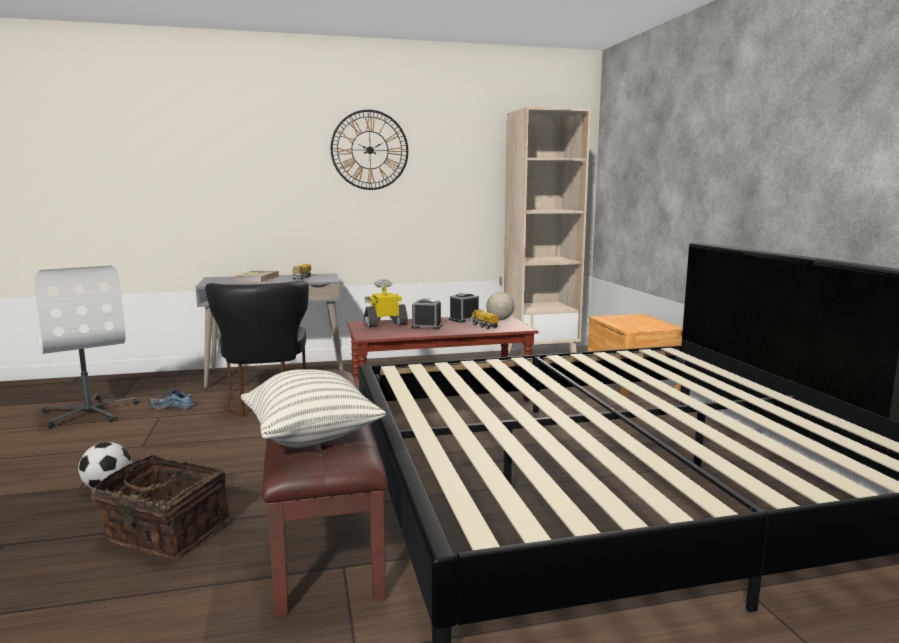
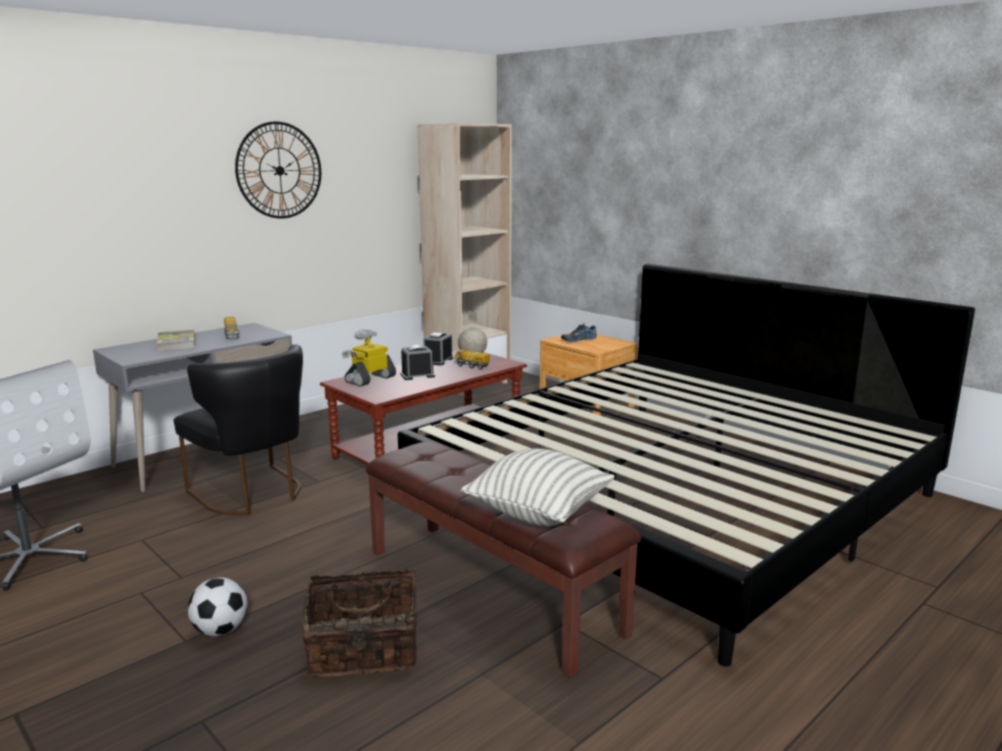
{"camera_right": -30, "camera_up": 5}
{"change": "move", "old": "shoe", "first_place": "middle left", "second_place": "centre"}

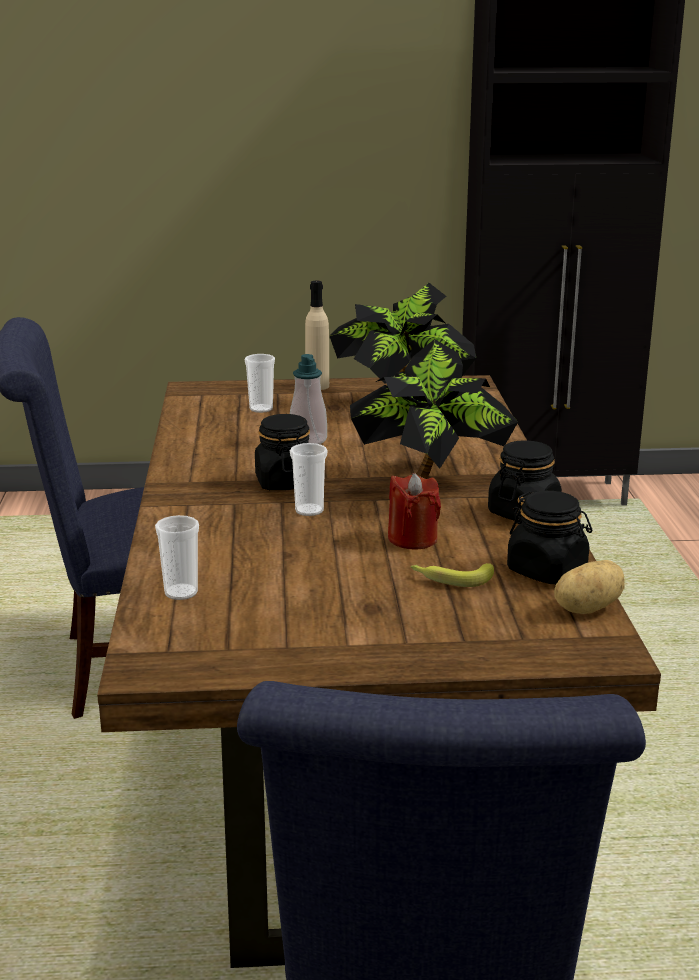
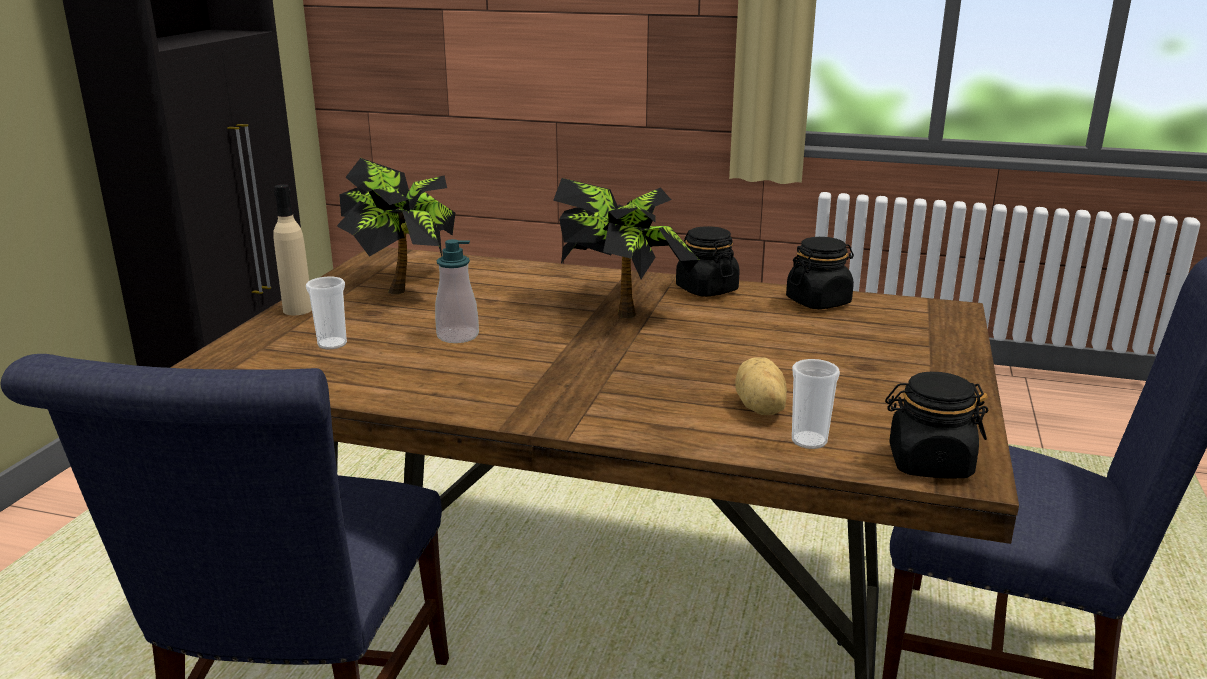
{"camera_right": -70, "camera_up": 0}
{"change": "move", "old": "black jar (1st from left in the first image)", "new": "black jar (3rd from left)", "first_place": "centre", "second_place": "middle right"}
{"change": "delete", "old": "cup (3rd from left)", "first_place": "centre"}
{"change": "delete", "old": "red candle", "first_place": "centre"}
{"change": "delete", "old": "banana", "first_place": "centre"}
{"change": "move", "old": "potato", "first_place": "middle right", "second_place": "centre"}

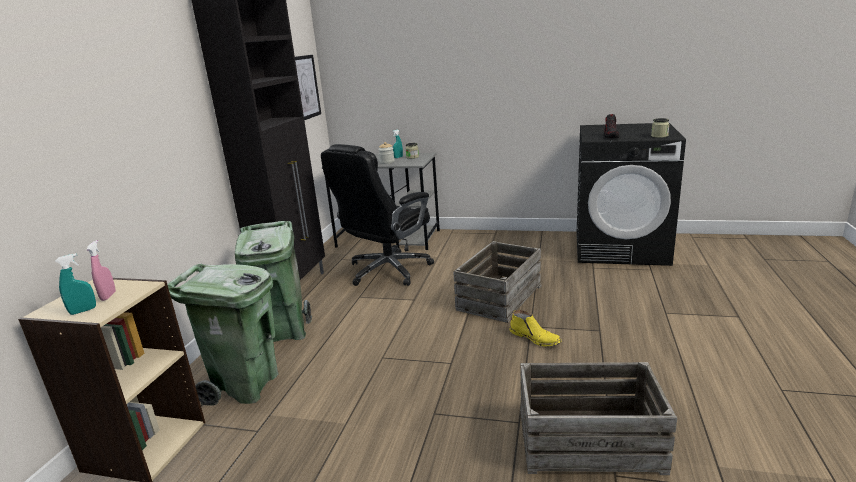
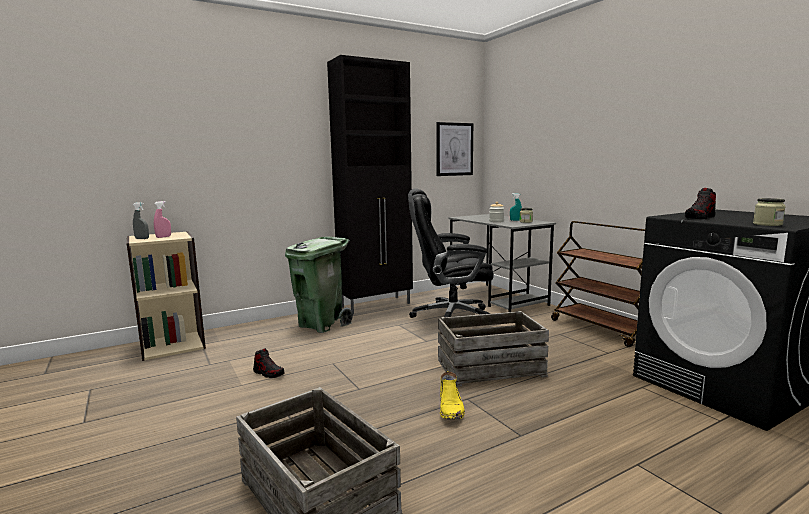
{"camera_right": 45, "camera_up": -10}
{"change": "recolor", "old": "turquoise spray bottle (1st from left)", "new": "grey spray bottle", "first_place": "middle left", "second_place": "middle left"}
{"change": "delete", "old": "green trash can (1st from left)", "first_place": "bottom left"}
{"change": "insert", "new": "shoe (1st from left)", "second_place": "bottom left"}
{"change": "insert", "new": "brown cart", "second_place": "middle right"}

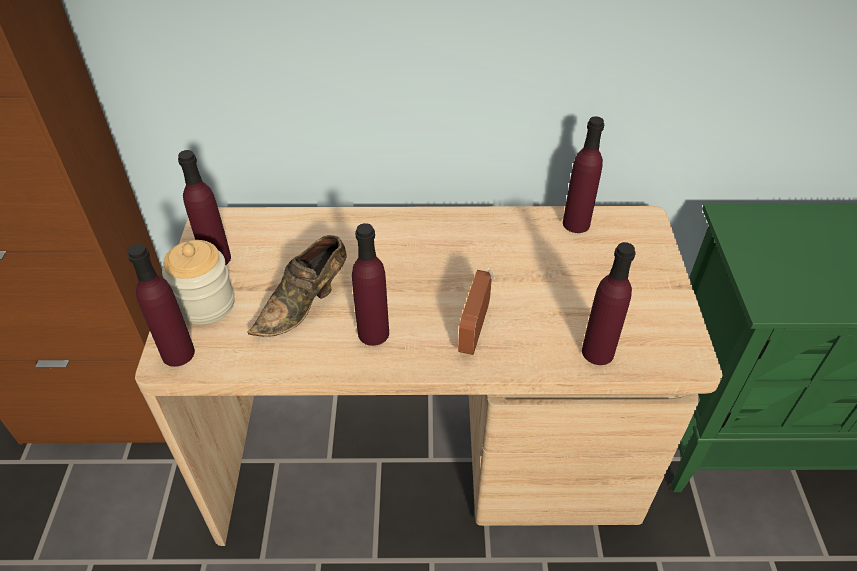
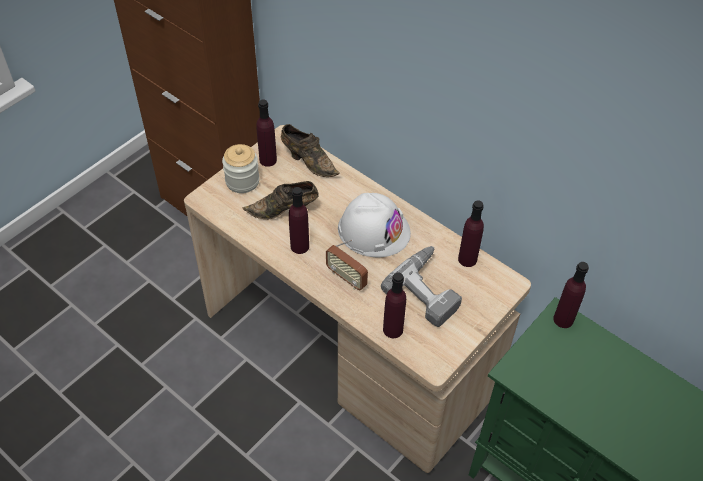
{"camera_right": 40, "camera_up": 5}
{"change": "move", "old": "purple bottle (1st from left in the first image)", "new": "purple bottle (5th from left)", "first_place": "middle left", "second_place": "middle right"}
{"change": "rotate", "old": "radio", "first_place": "centre", "second_place": "centre", "degrees": -105}
{"change": "insert", "new": "brown shoe (2nd from left)", "second_place": "top centre"}
{"change": "insert", "new": "white hard hat", "second_place": "centre"}
{"change": "insert", "new": "power drill", "second_place": "centre"}

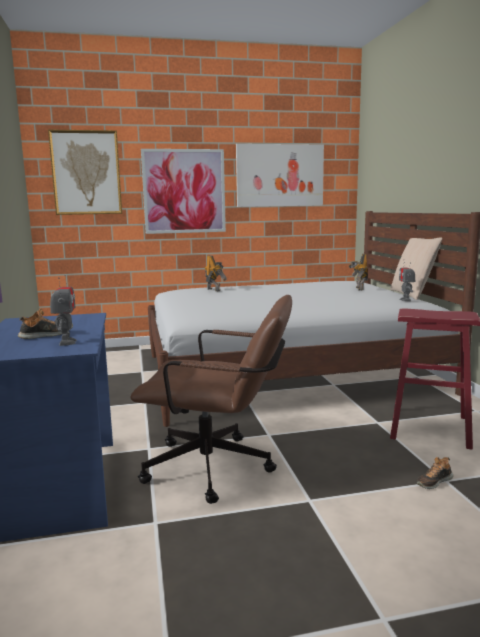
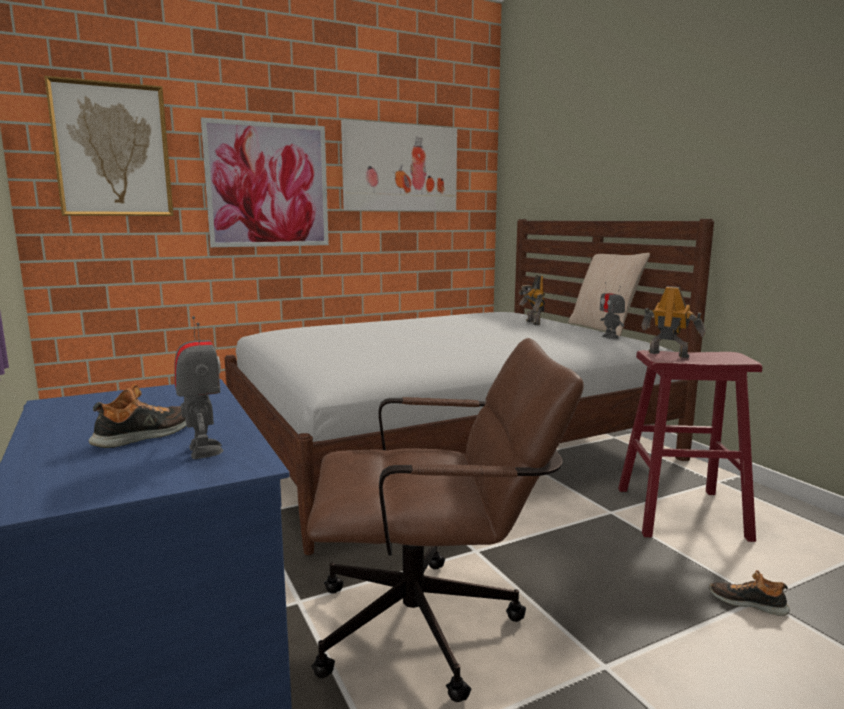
{"camera_right": -15, "camera_up": 0}
{"change": "move", "old": "toy robot (2nd from left in the first image)", "new": "toy robot (4th from left)", "first_place": "centre", "second_place": "middle right"}
{"change": "rotate", "old": "shoe (2nd from left)", "first_place": "bottom right", "second_place": "bottom right", "degrees": 75}

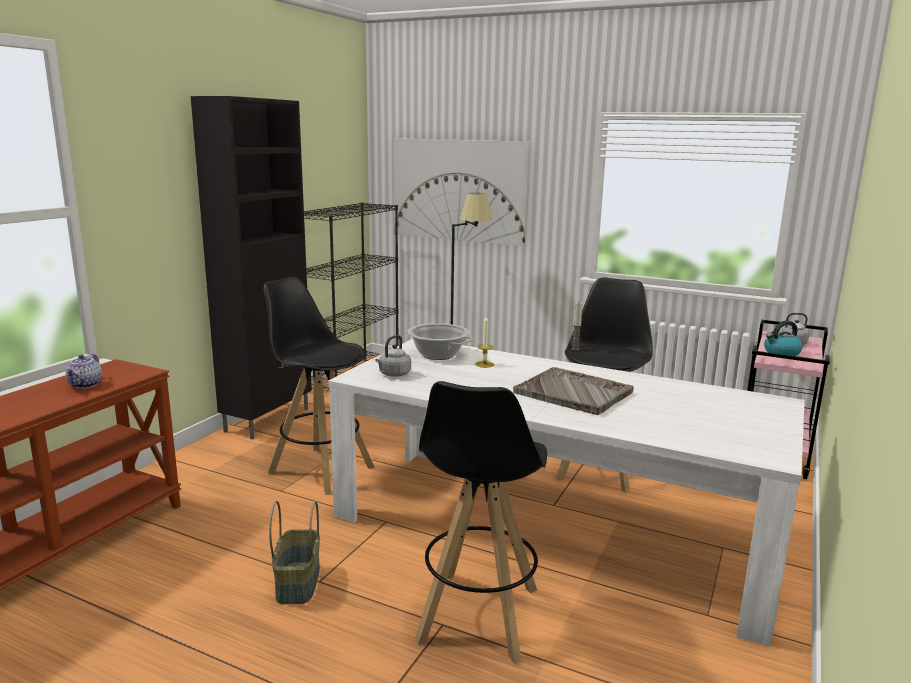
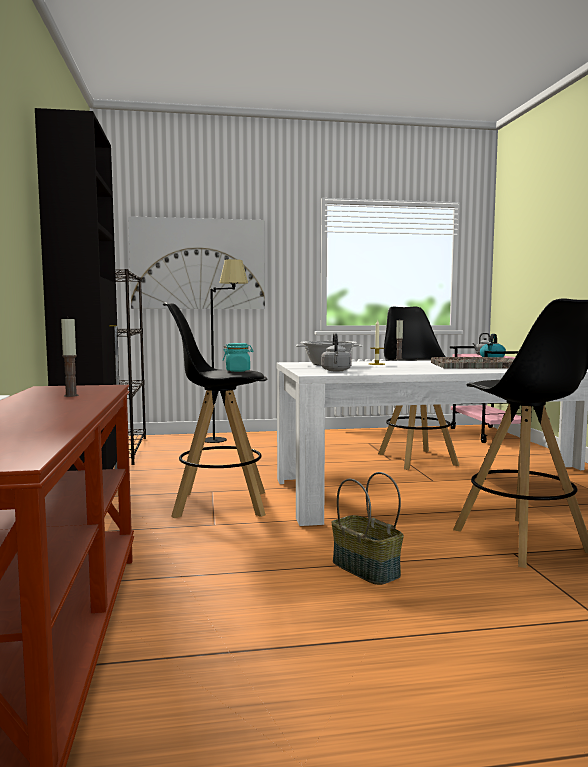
{"camera_right": -35, "camera_up": -10}
{"change": "replace", "old": "teapot", "new": "candle (1st from left)", "first_place": "middle left", "second_place": "middle left"}
{"change": "insert", "new": "turquoise jar", "second_place": "centre"}

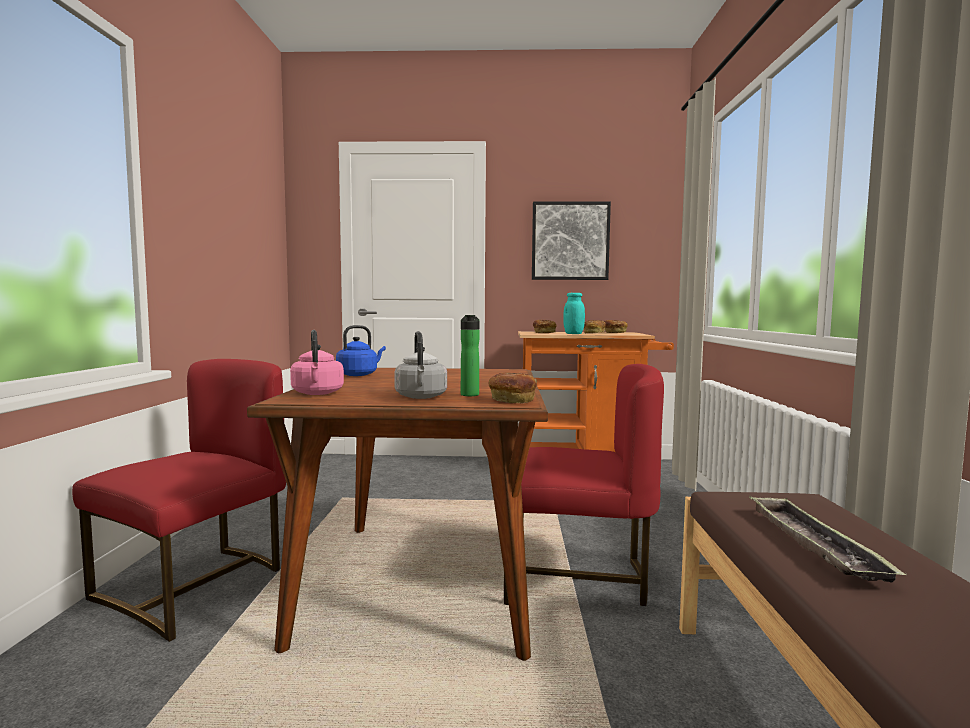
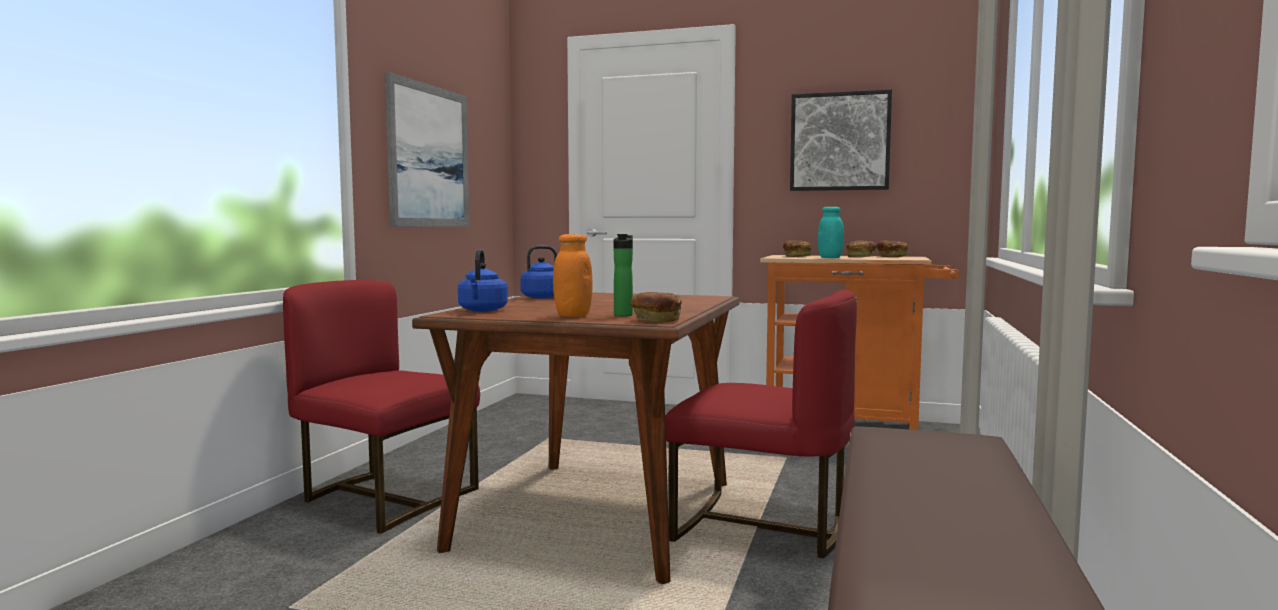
{"camera_right": 15, "camera_up": 0}
{"change": "rotate", "old": "red chair (1st from left)", "first_place": "bottom left", "second_place": "bottom left", "degrees": -105}
{"change": "recolor", "old": "pink kettle", "new": "blue kettle (1st from left)", "first_place": "middle left", "second_place": "centre"}
{"change": "replace", "old": "grey kettle", "new": "orange jar", "first_place": "centre", "second_place": "centre"}
{"change": "delete", "old": "tray", "first_place": "bottom right"}
{"change": "insert", "new": "picture (1st from left)", "second_place": "top centre"}

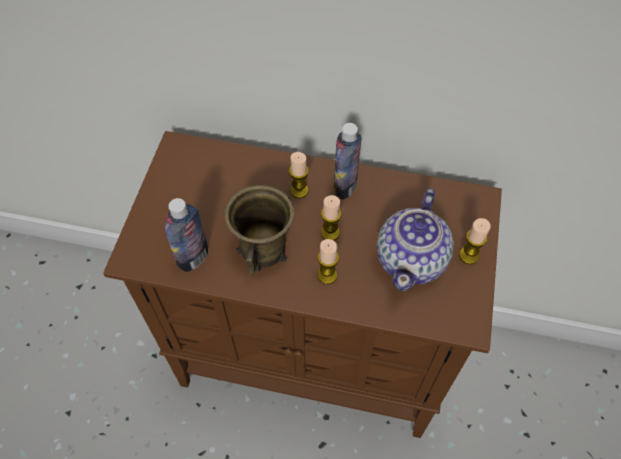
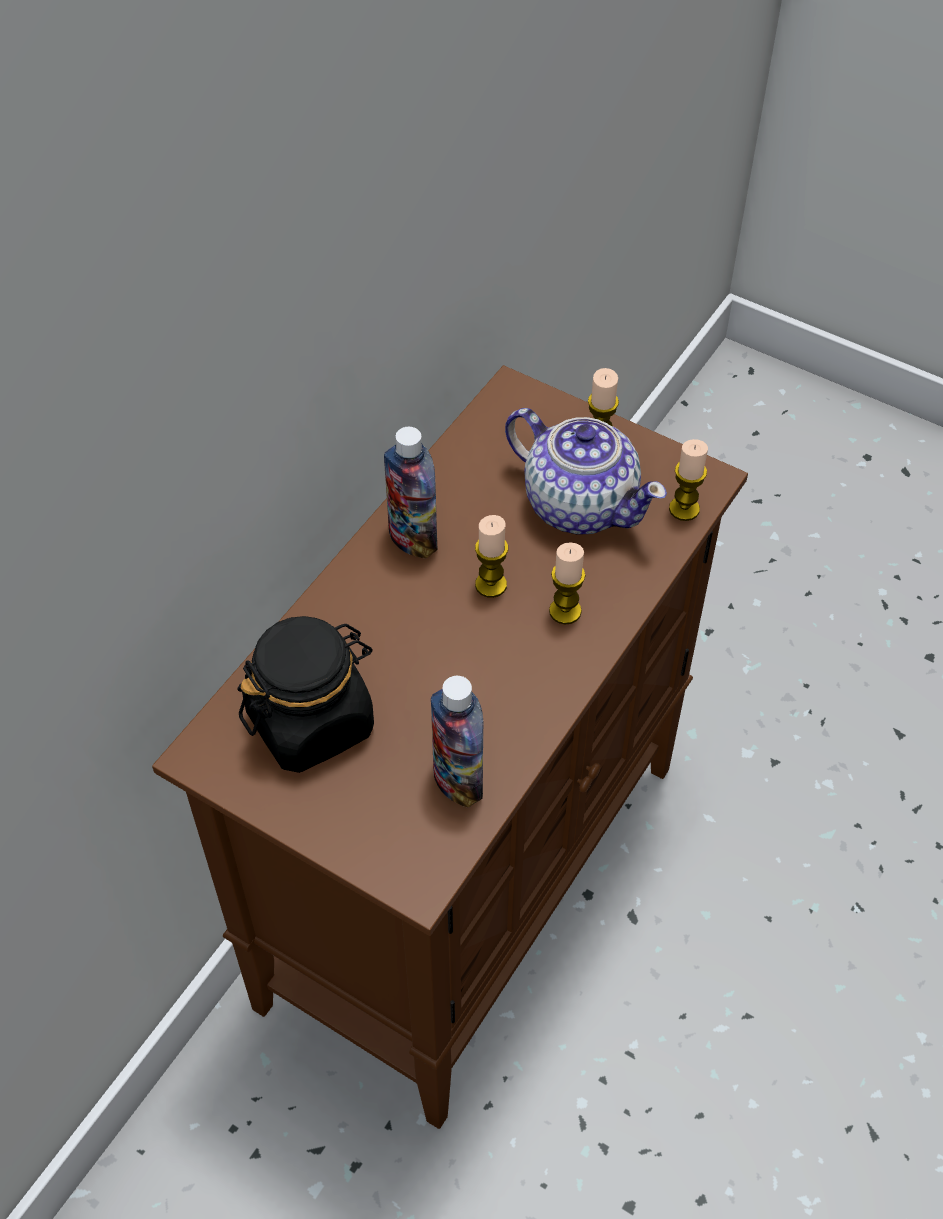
{"camera_right": -70, "camera_up": -5}
{"change": "delete", "old": "brown mug", "first_place": "centre"}
{"change": "move", "old": "candle (1st from left in the first image)", "new": "candle (4th from left)", "first_place": "centre", "second_place": "middle right"}
{"change": "insert", "new": "black jar", "second_place": "middle left"}

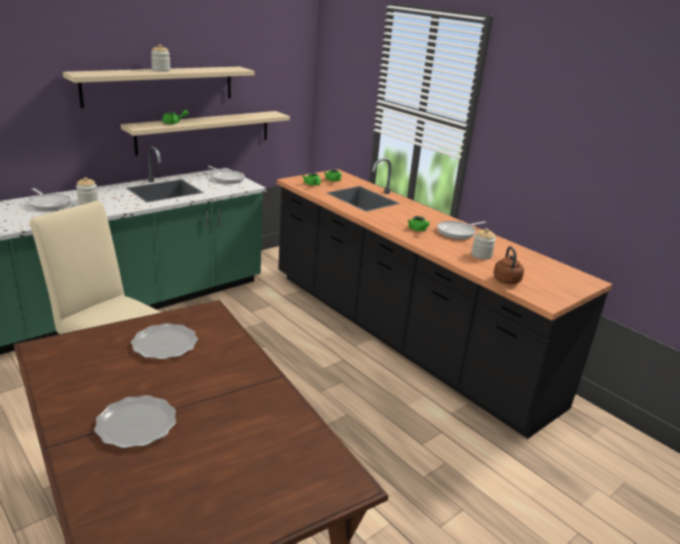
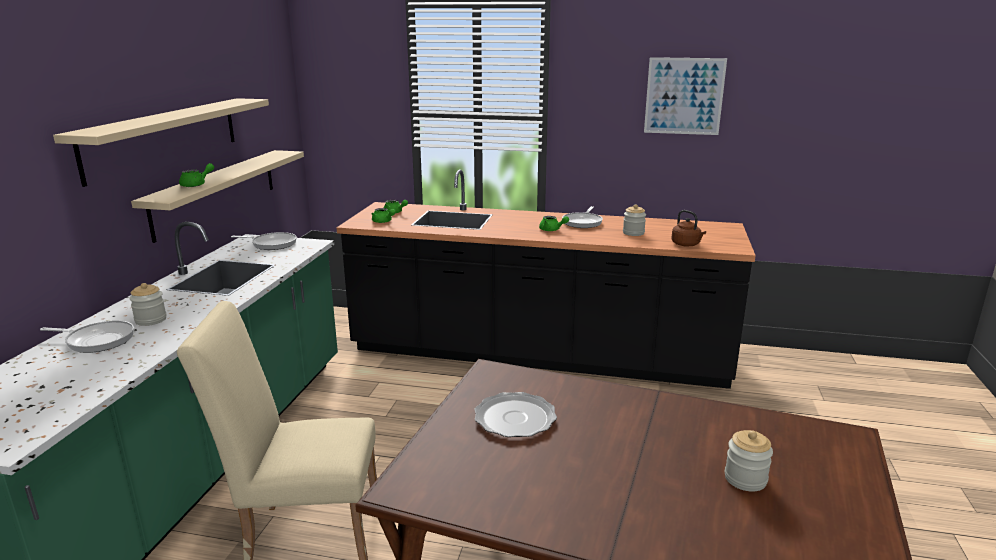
{"camera_right": -35, "camera_up": -5}
{"change": "delete", "old": "plate (1st from left)", "first_place": "bottom left"}
{"change": "move", "old": "jar (2nd from left in the first image)", "new": "jar (3rd from left)", "first_place": "top left", "second_place": "bottom right"}
{"change": "insert", "new": "picture", "second_place": "top right"}

